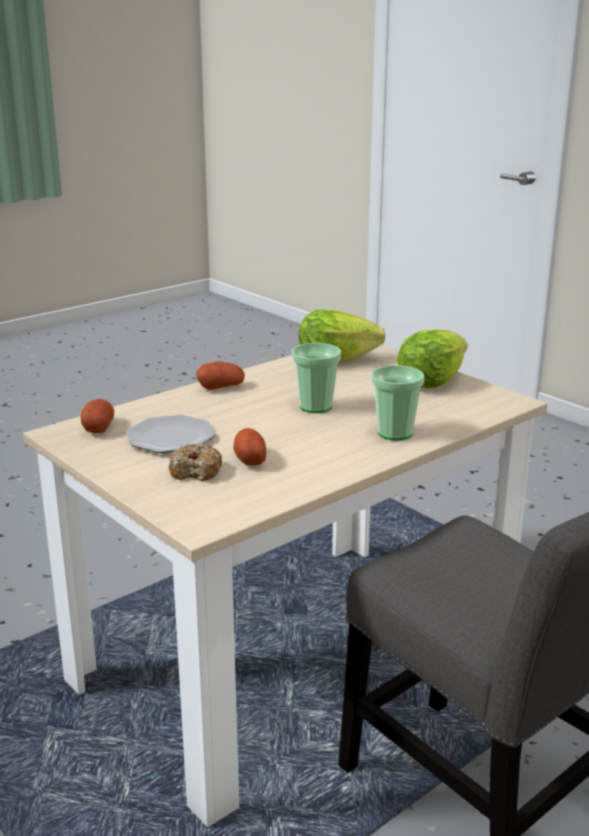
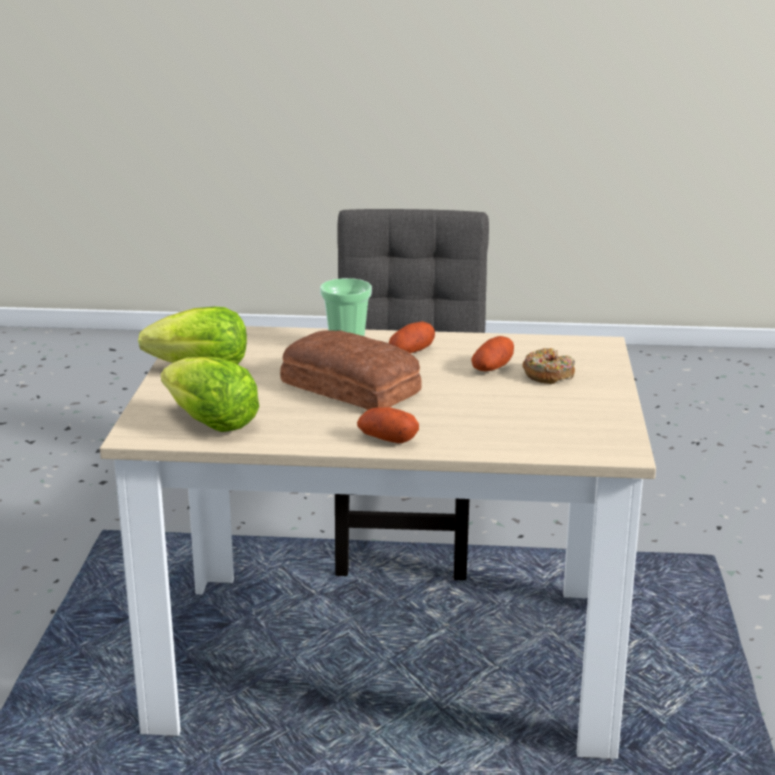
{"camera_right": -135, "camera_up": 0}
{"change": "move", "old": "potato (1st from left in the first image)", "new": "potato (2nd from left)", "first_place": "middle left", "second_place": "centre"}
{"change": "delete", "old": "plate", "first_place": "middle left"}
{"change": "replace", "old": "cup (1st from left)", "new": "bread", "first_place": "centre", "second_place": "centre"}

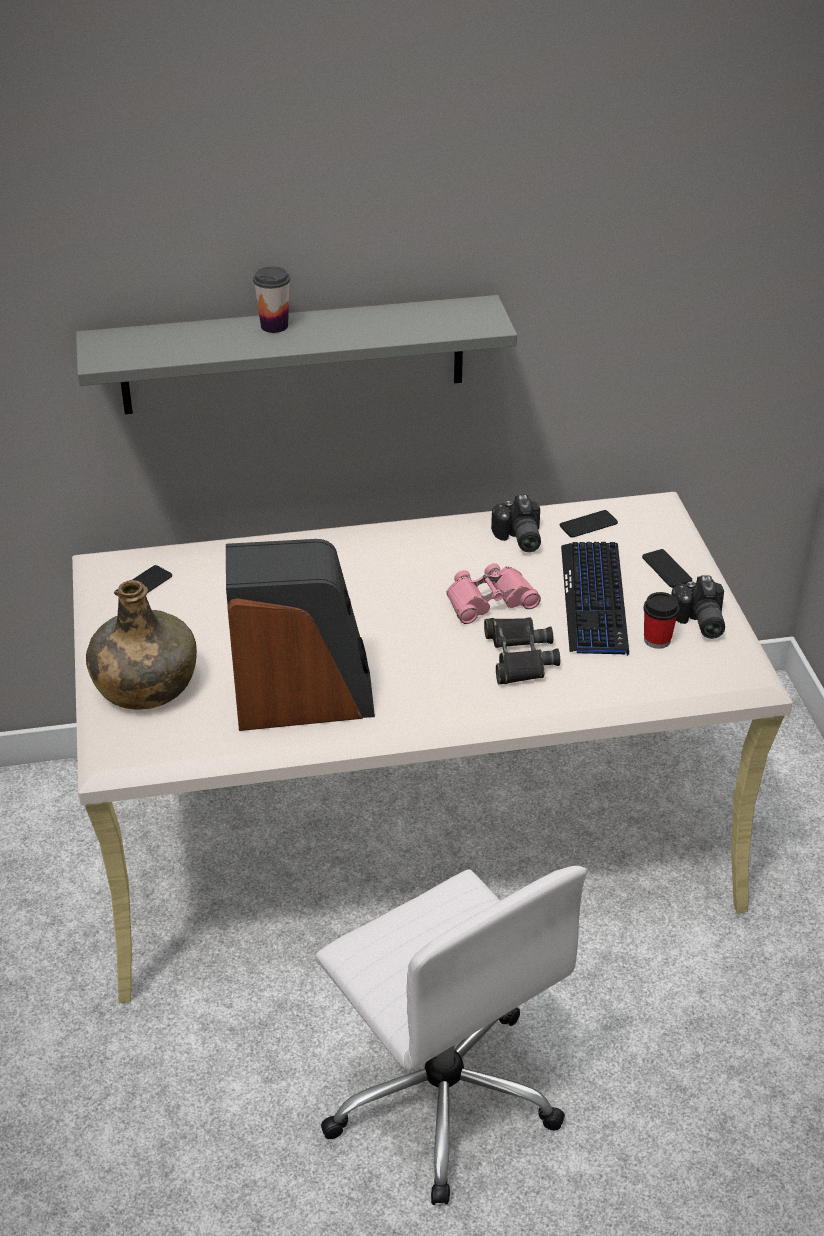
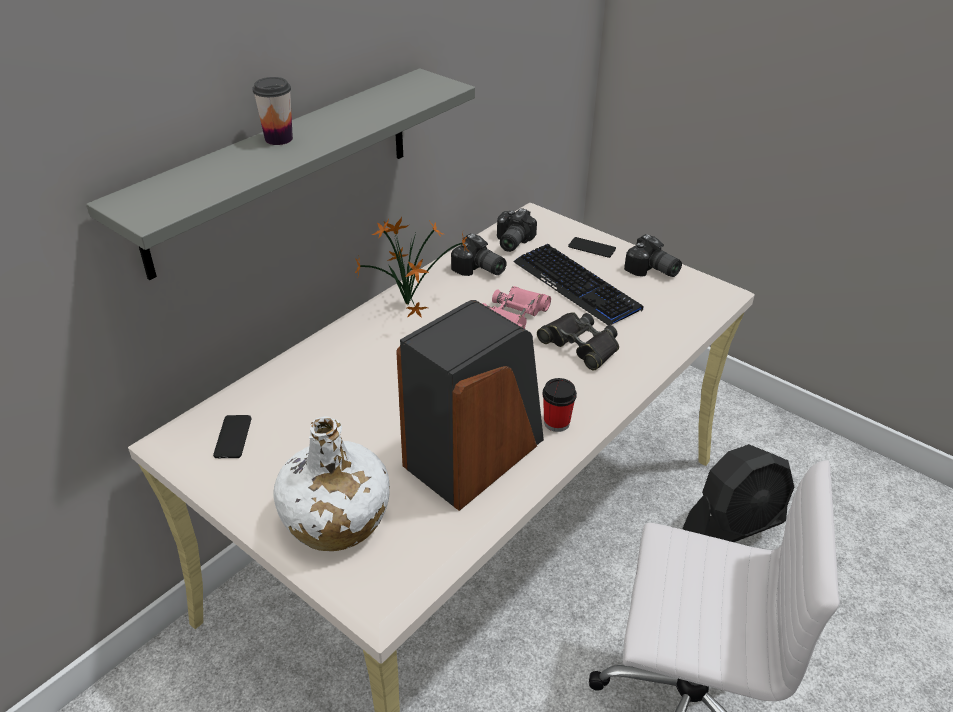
{"camera_right": -40, "camera_up": 0}
{"change": "recolor", "old": "green bottle", "new": "white bottle", "first_place": "middle left", "second_place": "bottom centre"}
{"change": "replace", "old": "phone (2nd from left)", "new": "photo camera (2nd from left)", "first_place": "middle right", "second_place": "top centre"}
{"change": "move", "old": "cup (2nd from left)", "first_place": "middle right", "second_place": "centre"}
{"change": "insert", "new": "potted plant", "second_place": "centre"}
{"change": "insert", "new": "black fan", "second_place": "bottom right"}

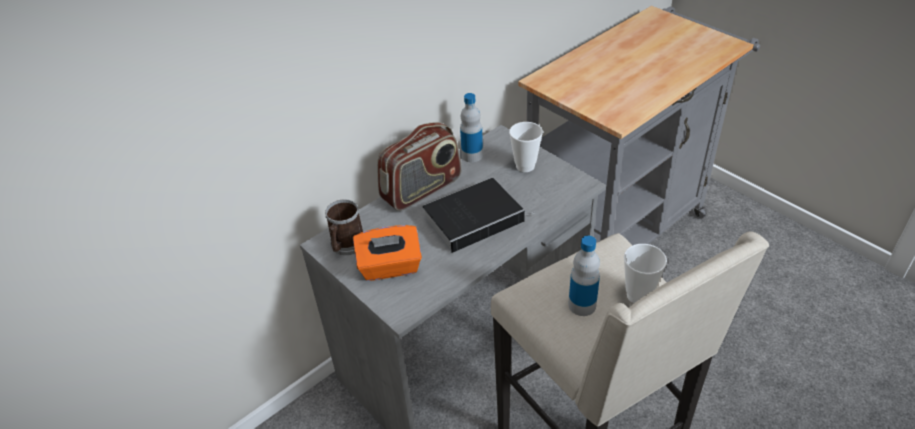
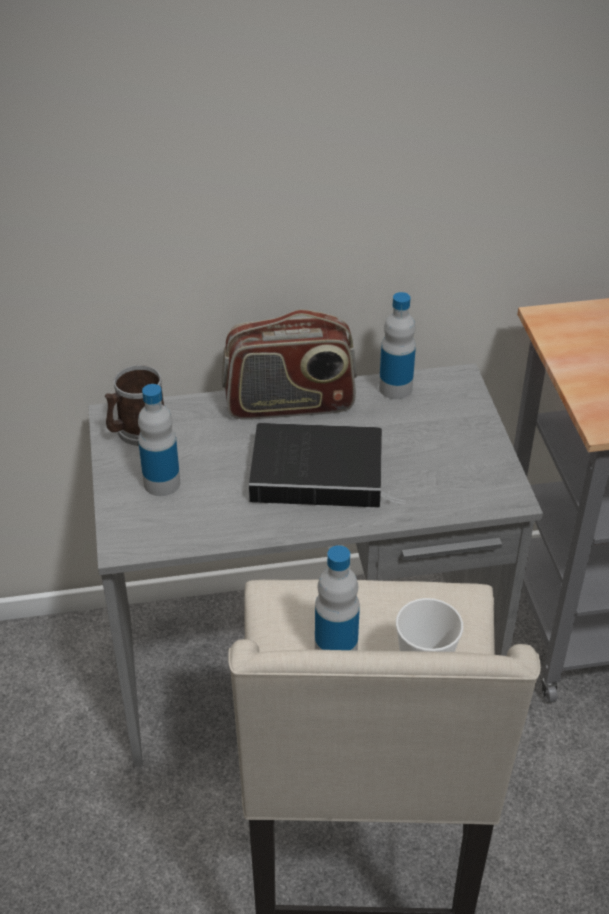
{"camera_right": 30, "camera_up": 0}
{"change": "replace", "old": "orange tissue box", "new": "bottle (1st from left)", "first_place": "centre", "second_place": "middle left"}
{"change": "delete", "old": "cup (1st from left)", "first_place": "centre"}

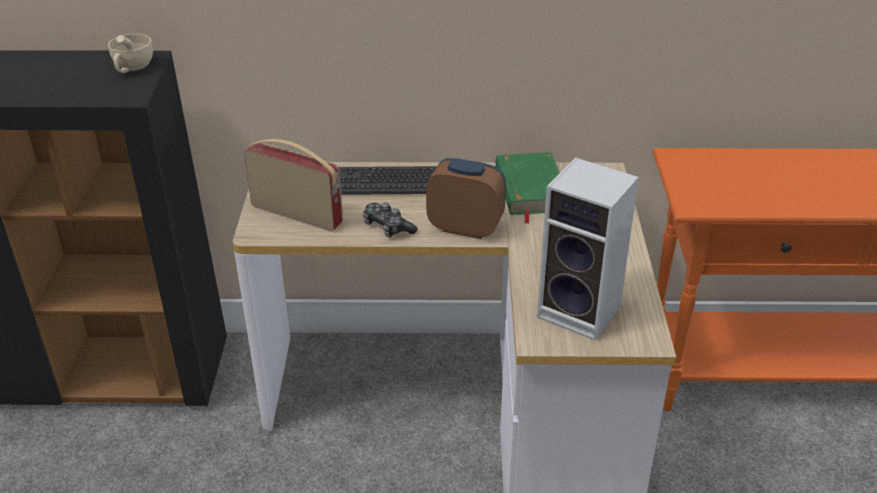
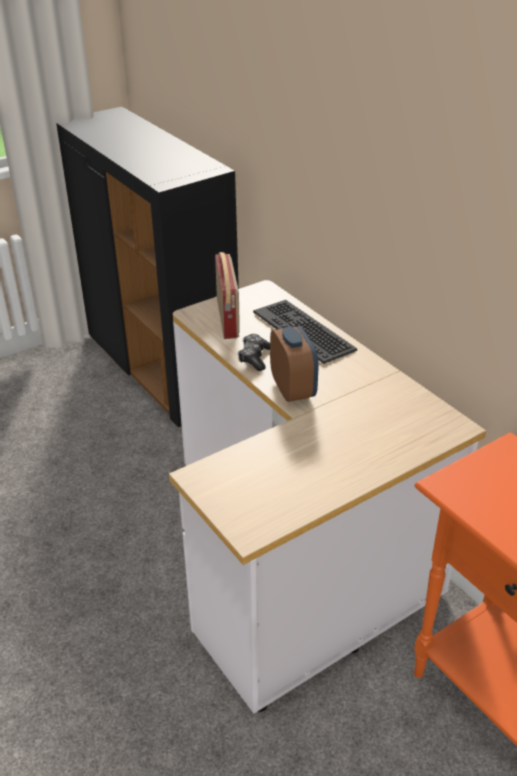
{"camera_right": 55, "camera_up": 0}
{"change": "delete", "old": "beige cup", "first_place": "top left"}
{"change": "delete", "old": "green book", "first_place": "centre"}
{"change": "delete", "old": "speaker", "first_place": "middle right"}

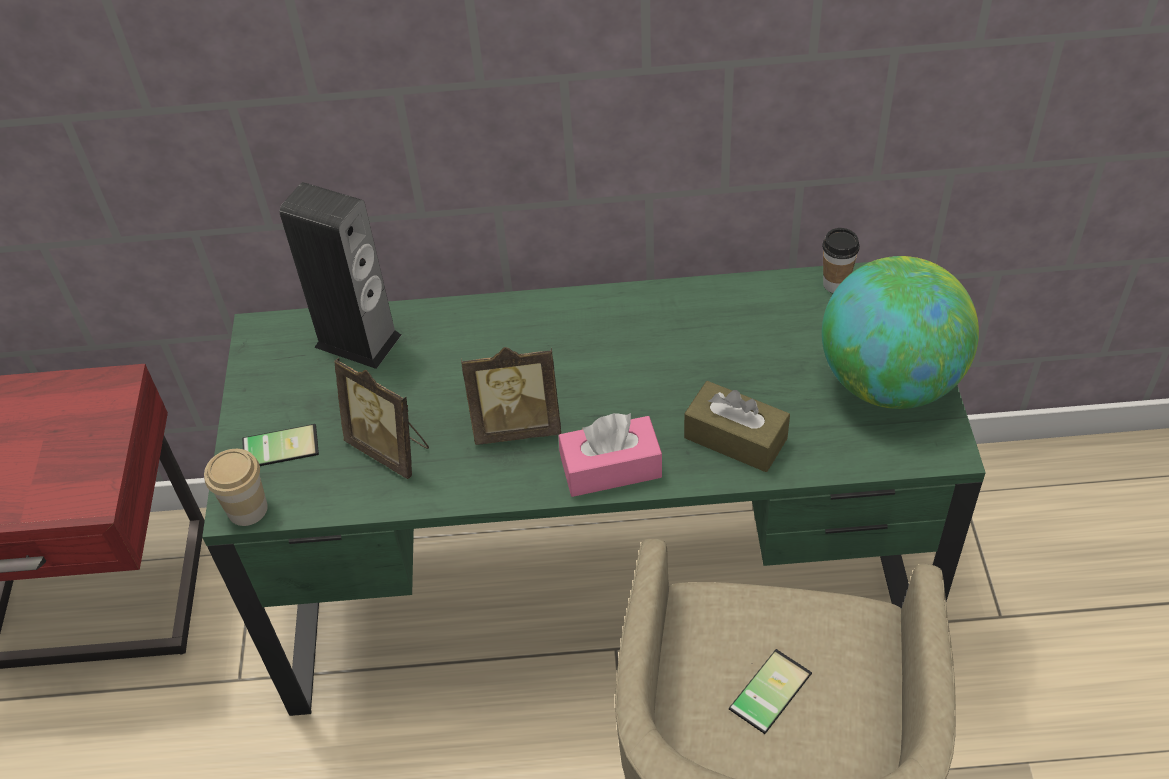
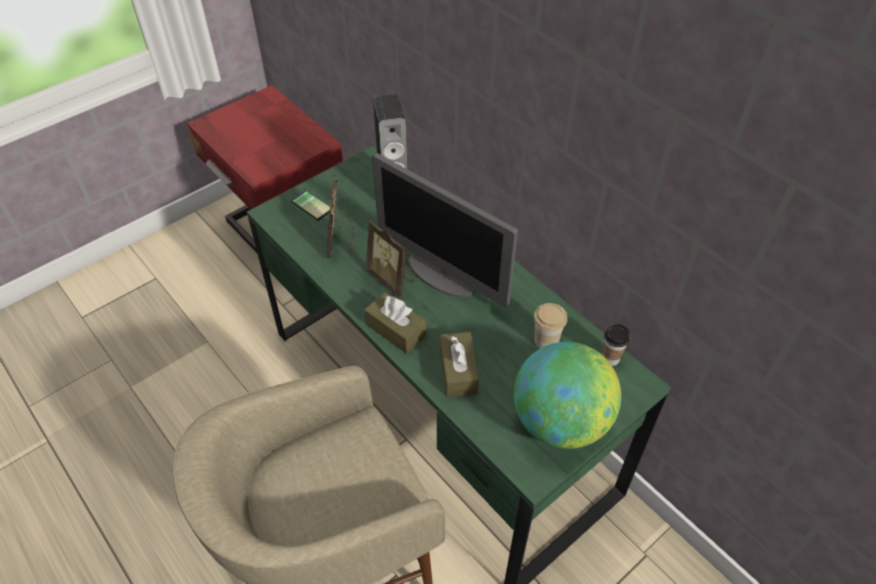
{"camera_right": 50, "camera_up": 0}
{"change": "move", "old": "cup (1st from left)", "first_place": "middle left", "second_place": "centre"}
{"change": "recolor", "old": "pink tissue box", "new": "brown tissue box (1st from left)", "first_place": "centre", "second_place": "centre"}
{"change": "delete", "old": "phone (2nd from left)", "first_place": "bottom centre"}
{"change": "insert", "new": "monitor", "second_place": "centre"}

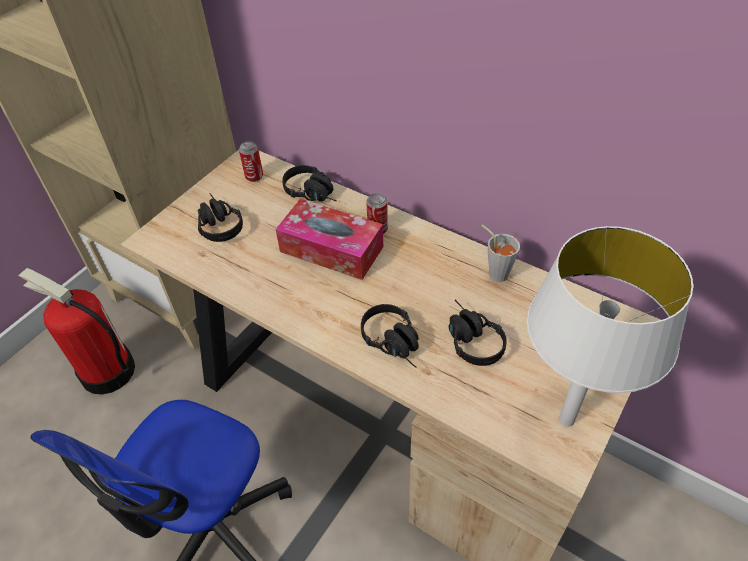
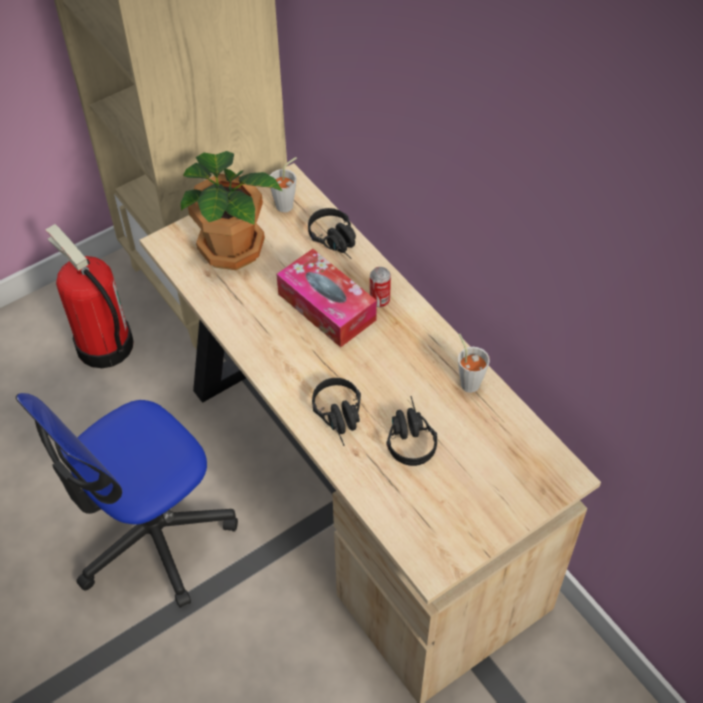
{"camera_right": 20, "camera_up": 5}
{"change": "replace", "old": "black headphones (1st from left)", "new": "potted plant", "first_place": "middle left", "second_place": "top left"}
{"change": "replace", "old": "can (1st from left)", "new": "grey cup (1st from left)", "first_place": "top centre", "second_place": "top centre"}
{"change": "delete", "old": "white table lamp", "first_place": "middle right"}

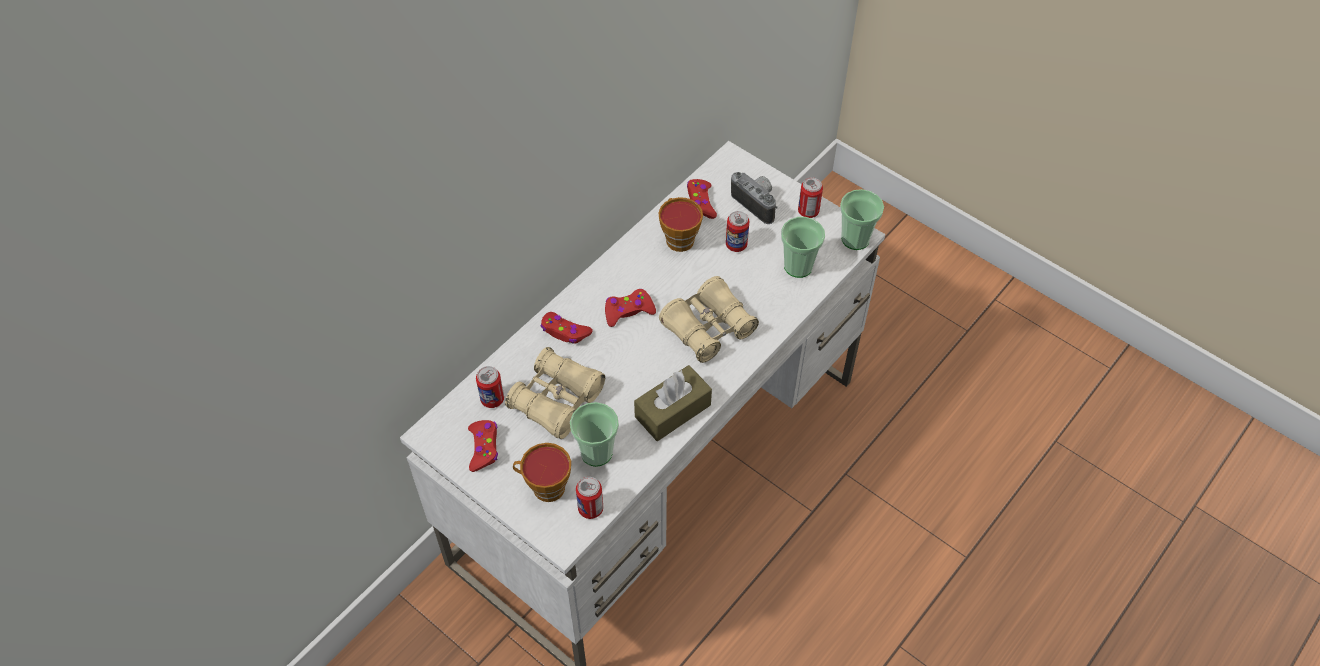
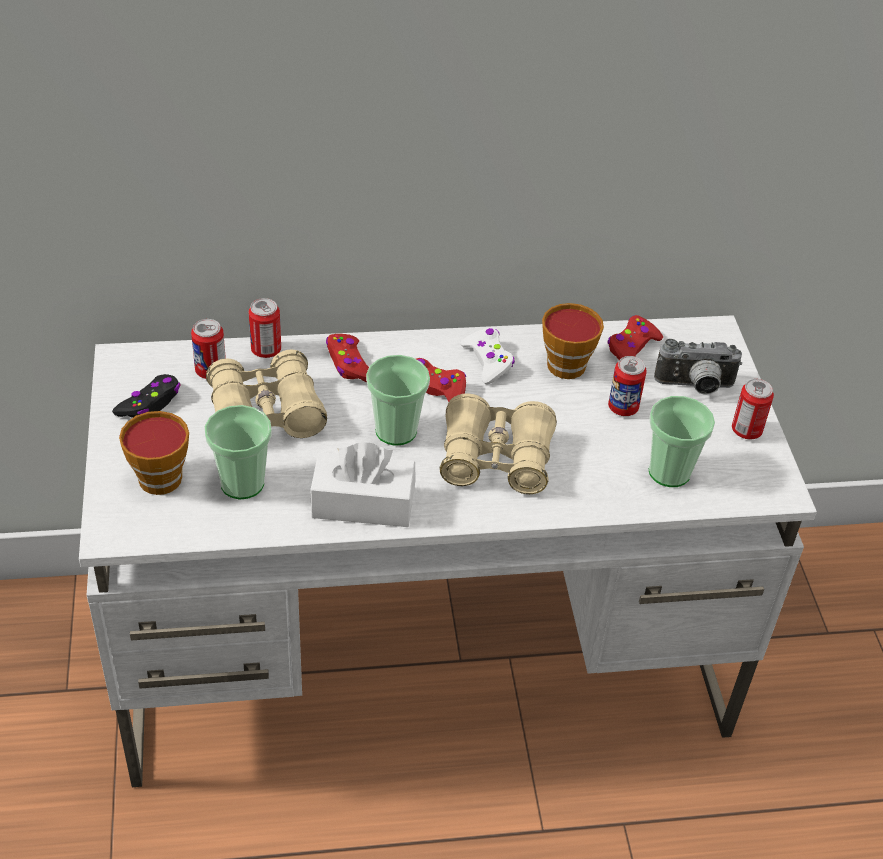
{"camera_right": 40, "camera_up": -10}
{"change": "recolor", "old": "red game controller (1st from left)", "new": "black game controller", "first_place": "bottom centre", "second_place": "middle left"}
{"change": "move", "old": "can (2nd from left)", "first_place": "bottom centre", "second_place": "middle left"}
{"change": "recolor", "old": "brown tissue box", "new": "white tissue box", "first_place": "centre", "second_place": "centre"}
{"change": "rotate", "old": "photo camera", "first_place": "top centre", "second_place": "middle right", "degrees": 90}
{"change": "move", "old": "cup (5th from left in the first image)", "new": "cup (3rd from left)", "first_place": "top centre", "second_place": "centre"}
{"change": "insert", "new": "white game controller", "second_place": "centre"}

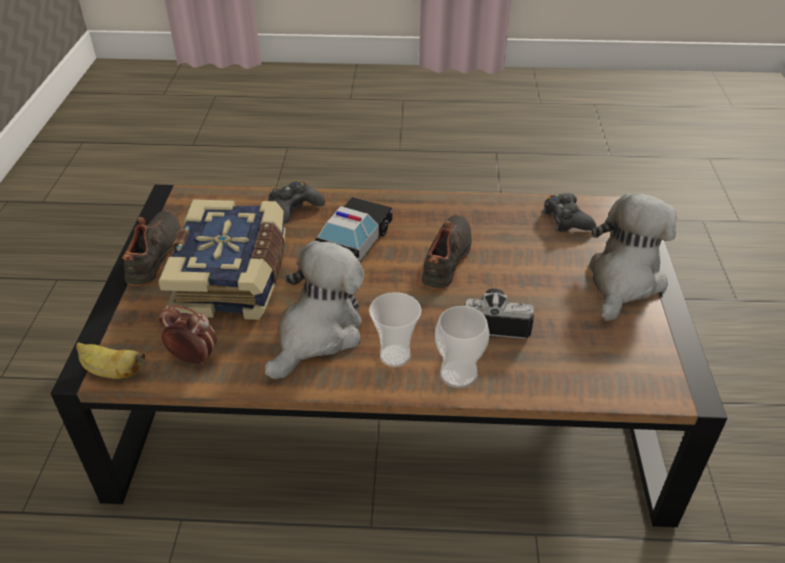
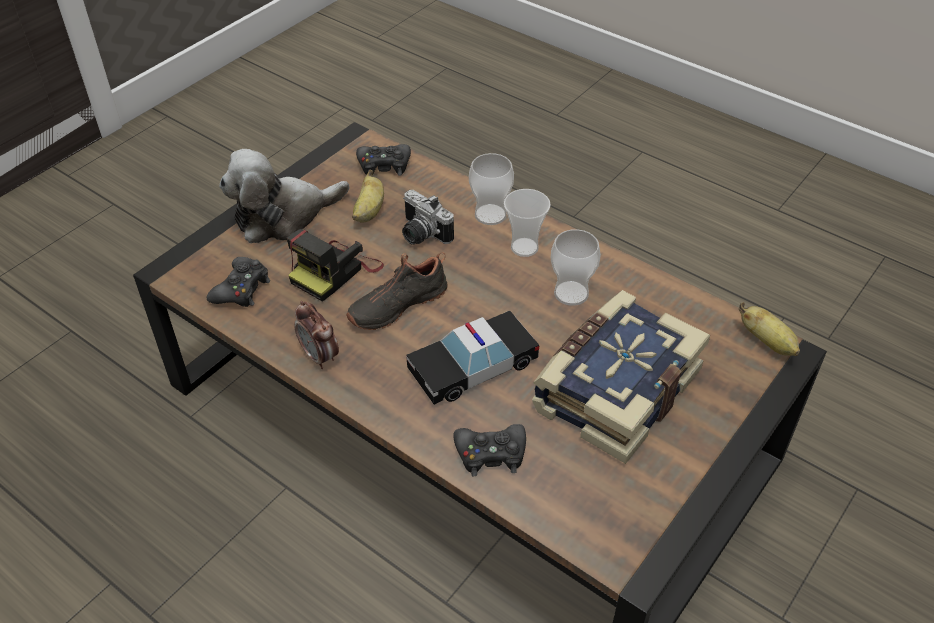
{"camera_right": -145, "camera_up": 5}
{"change": "delete", "old": "black shoe (1st from left)", "first_place": "middle left"}
{"change": "move", "old": "alarm clock", "first_place": "middle left", "second_place": "centre"}
{"change": "replace", "old": "plush toy (1st from left)", "new": "cup (3rd from left)", "first_place": "centre", "second_place": "centre"}
{"change": "insert", "new": "photo camera (1st from left)", "second_place": "centre"}
{"change": "insert", "new": "banana (1st from left)", "second_place": "top centre"}
{"change": "insert", "new": "black game controller (2nd from left)", "second_place": "top centre"}

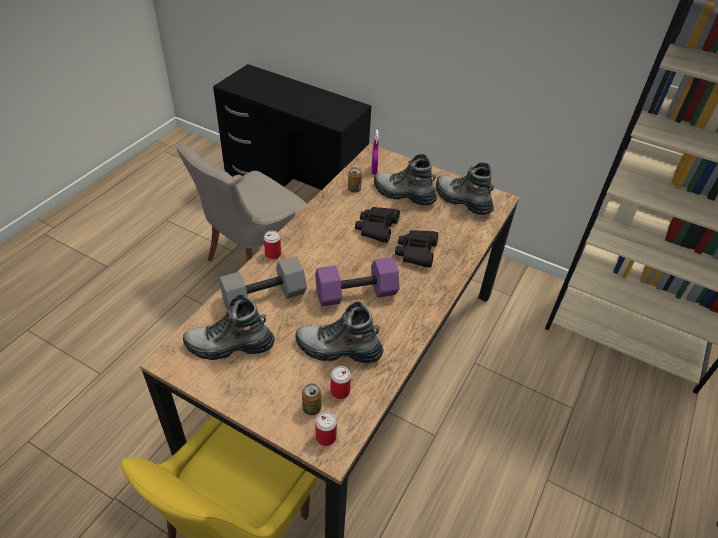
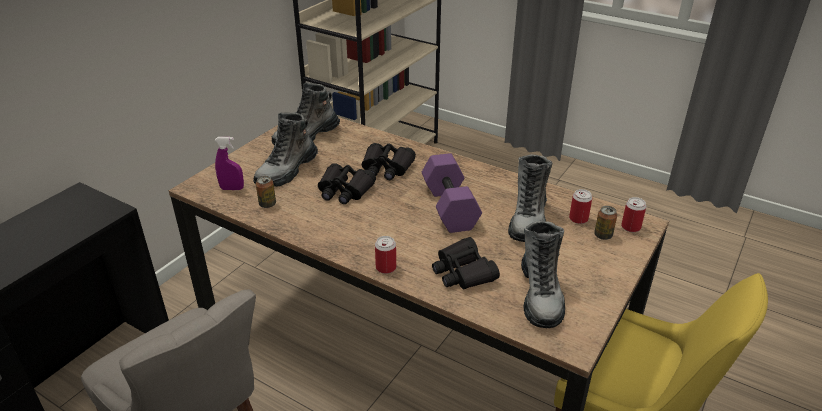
{"camera_right": -85, "camera_up": -10}
{"change": "replace", "old": "grey dumbbell", "new": "black binoculars (3rd from left)", "first_place": "centre", "second_place": "centre"}

